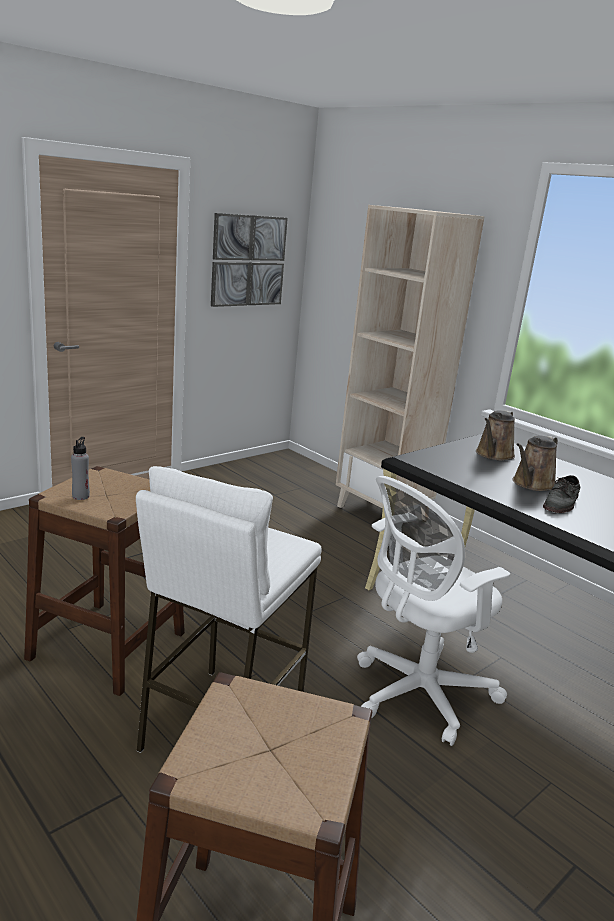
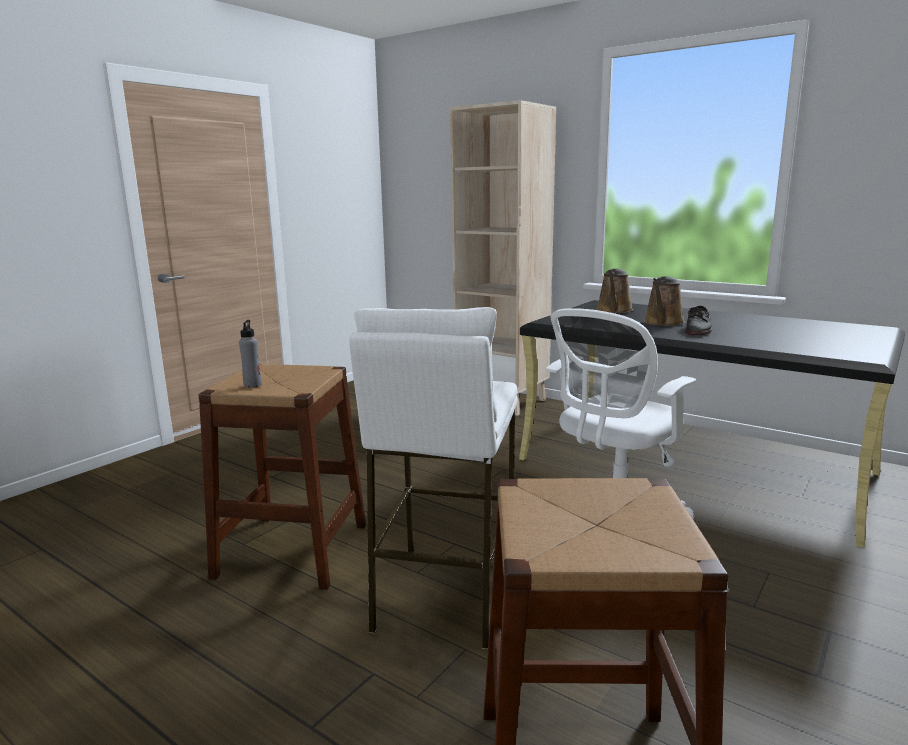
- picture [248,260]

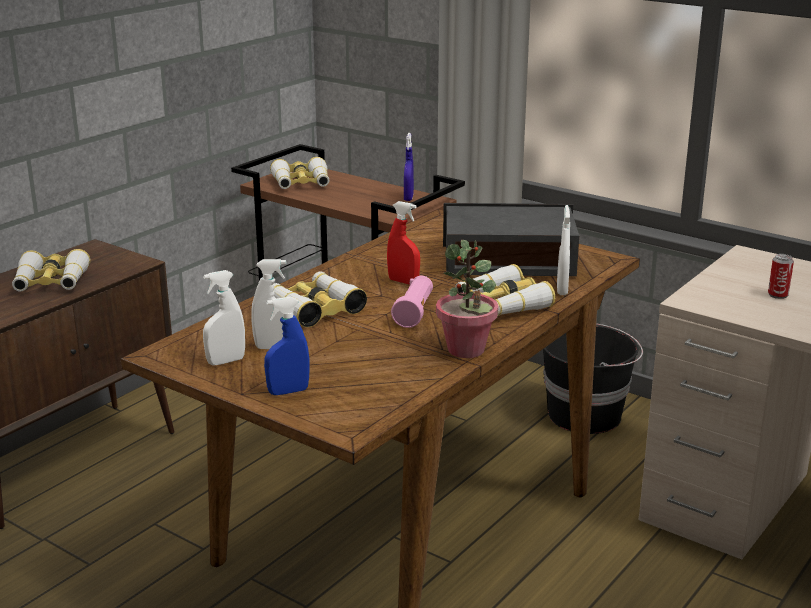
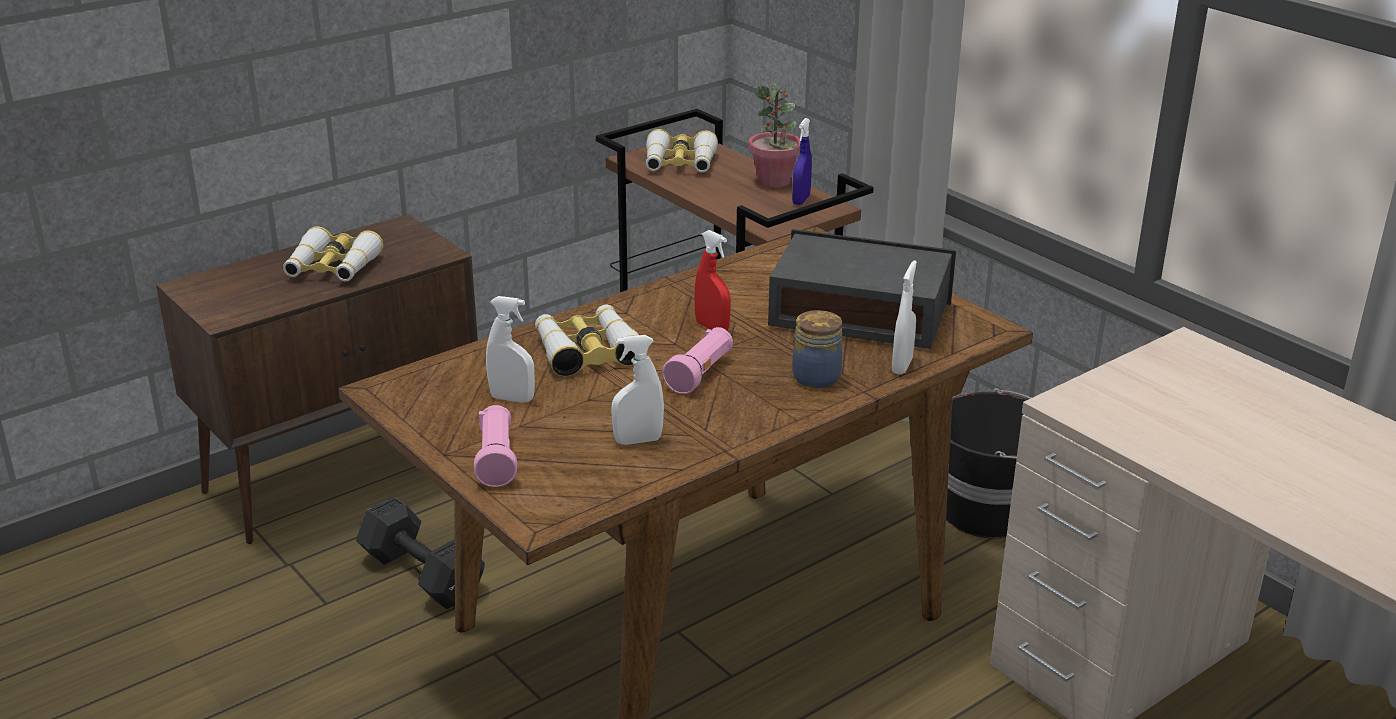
- can [778,295]
+ dumbbell (black) [421,573]
~ spray bottle (white) [226,361] to [638,440]
~ potted plant [466,349] to [774,181]
~ spray bottle (blue) [288,391] to flashlight (pink) [496,460]
~ binoculars [503,304] to jar [815,376]

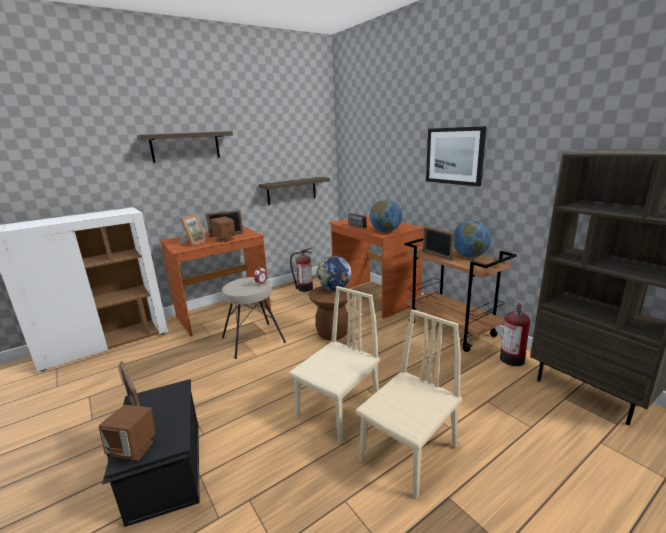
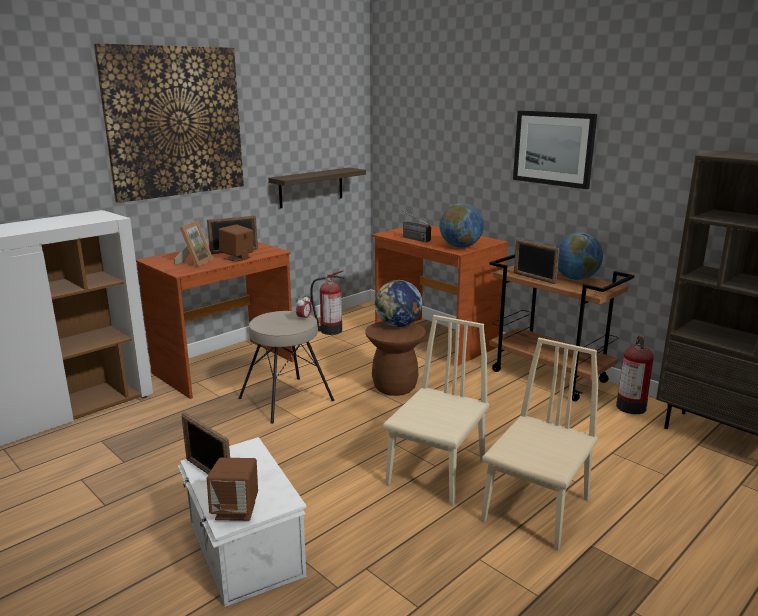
~ shelf [185,146] to picture [175,122]
~ storage box (black) [164,470] to storage box (white) [243,550]

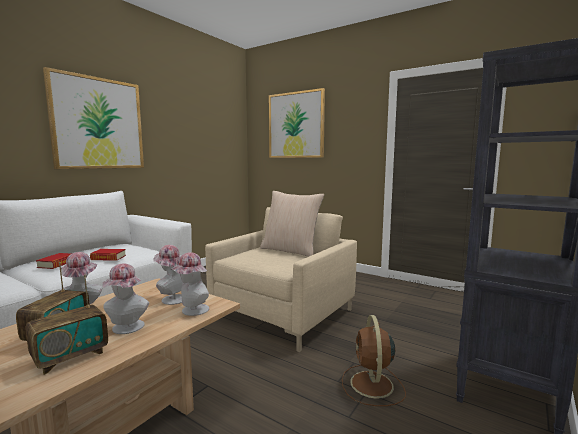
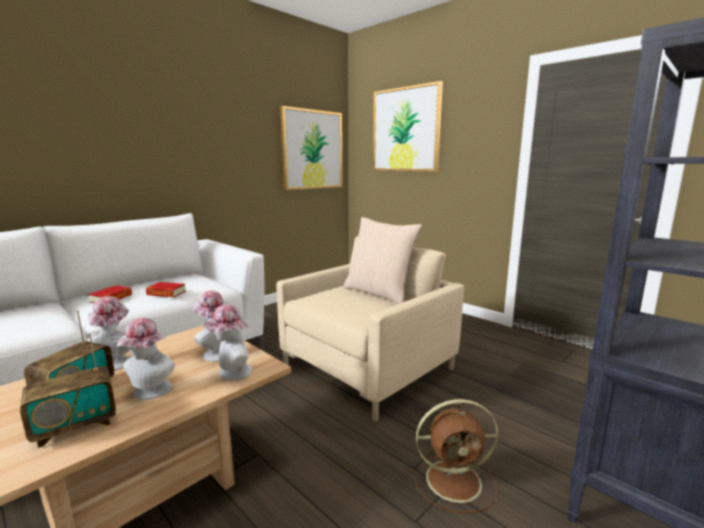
~ picture [98,123] to [312,150]
~ fan (brown) [372,385] = [456,480] 105 degrees counterclockwise

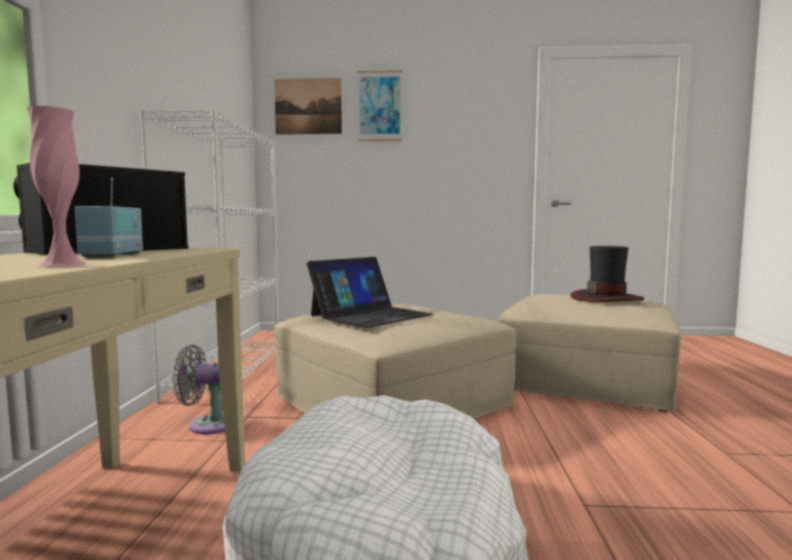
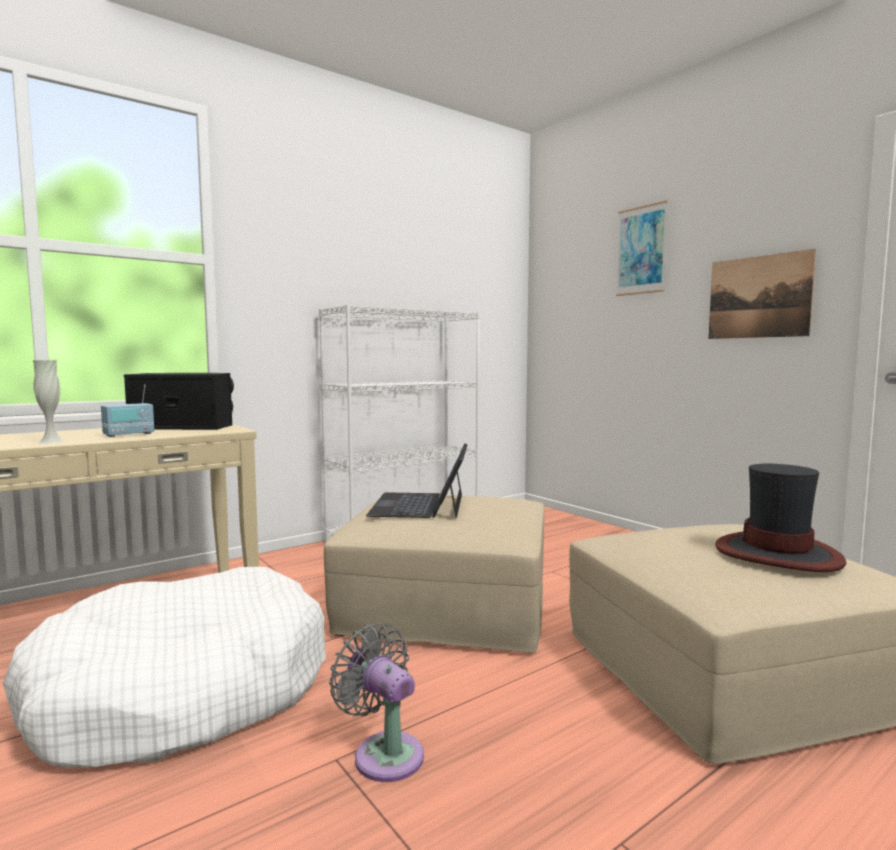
~ fan (grey) [207,425] to [384,753]
~ picture [308,106] to [758,297]
~ vase (pink) [62,264] to vase (white) [51,442]
~ laptop [371,315] = [420,505] 90 degrees clockwise

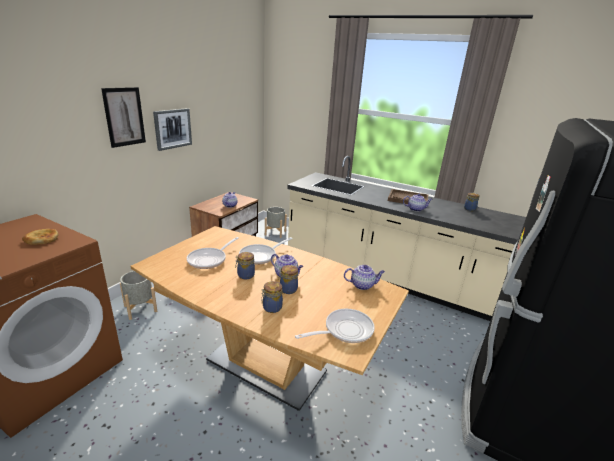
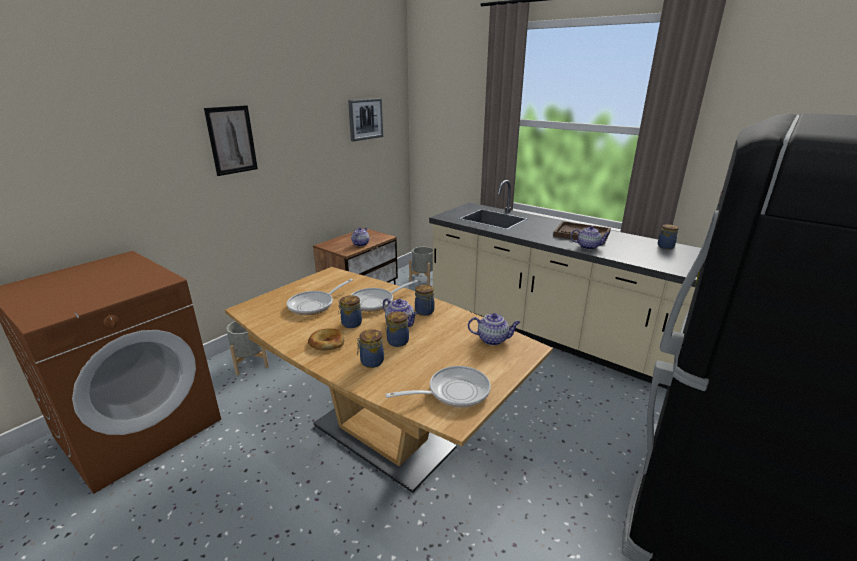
+ jar [425,312]
~ bread [41,239] to [326,342]
~ picture [172,128] to [365,119]

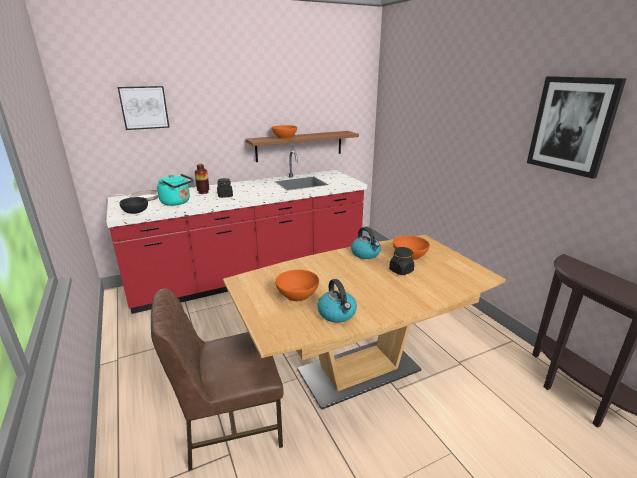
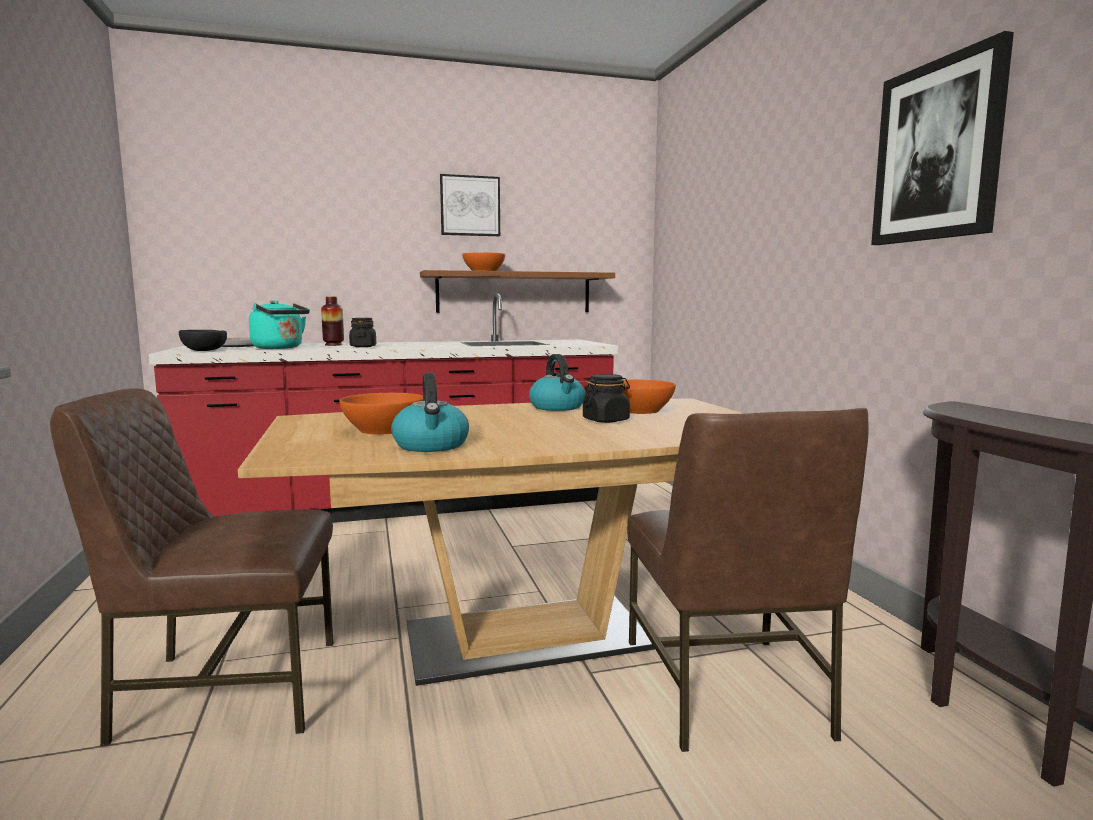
+ chair (brown) [727,692]
~ picture [144,107] to [470,206]

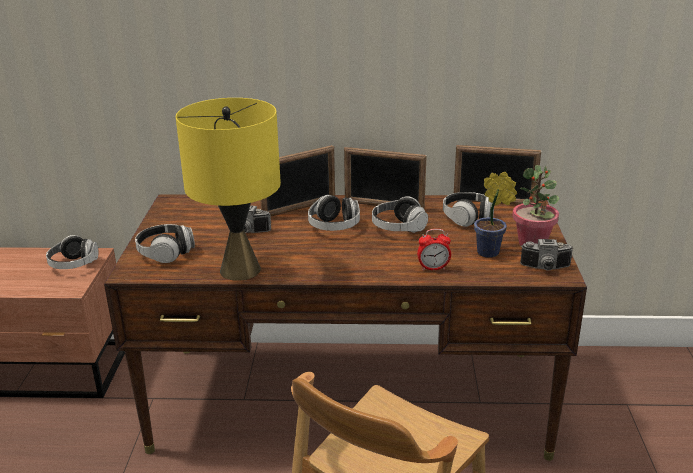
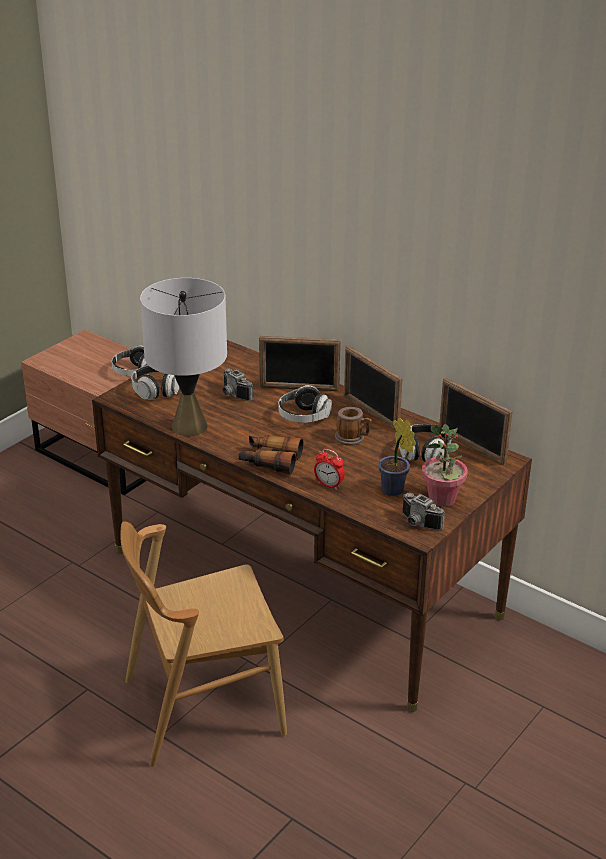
+ binoculars [270,461]
~ headphones [398,228] to mug [353,438]
~ table lamp (yellow) [239,270] to table lamp (grey) [189,426]

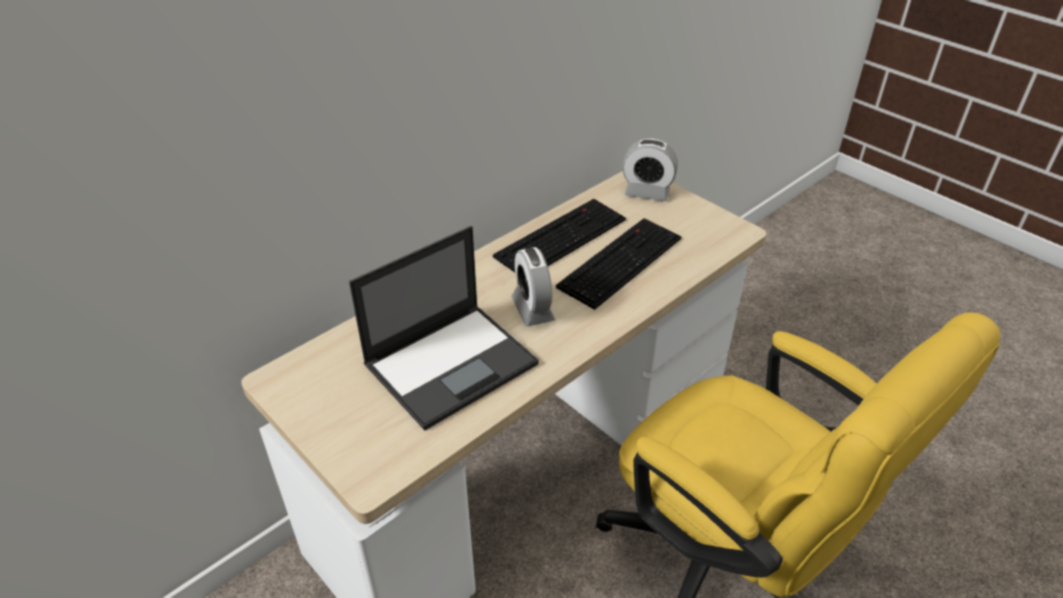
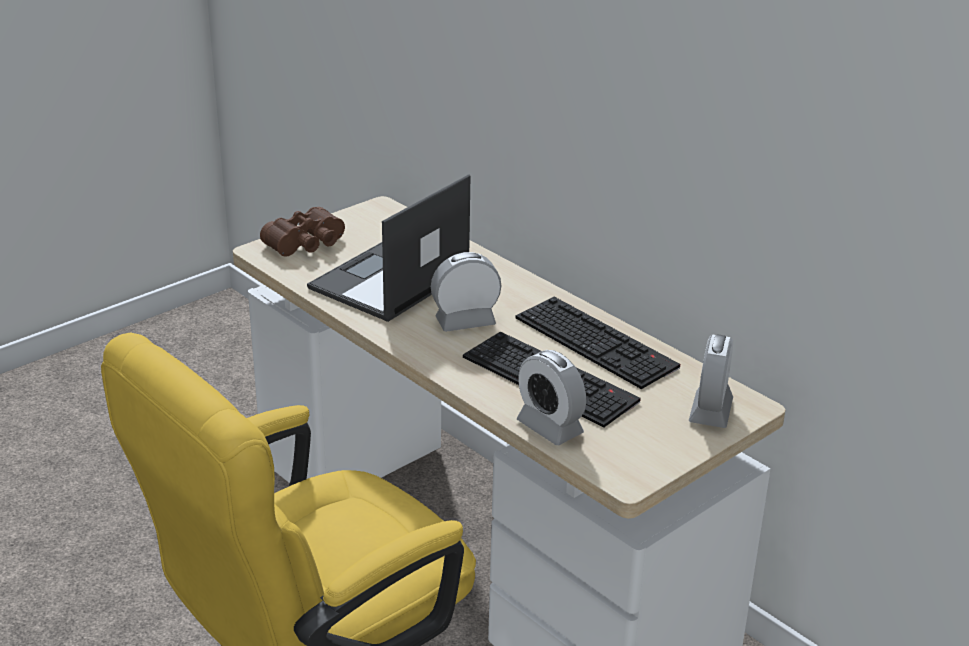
+ binoculars (brown) [308,245]
+ alarm clock [549,427]
~ laptop [452,363] = [389,280] 75 degrees clockwise

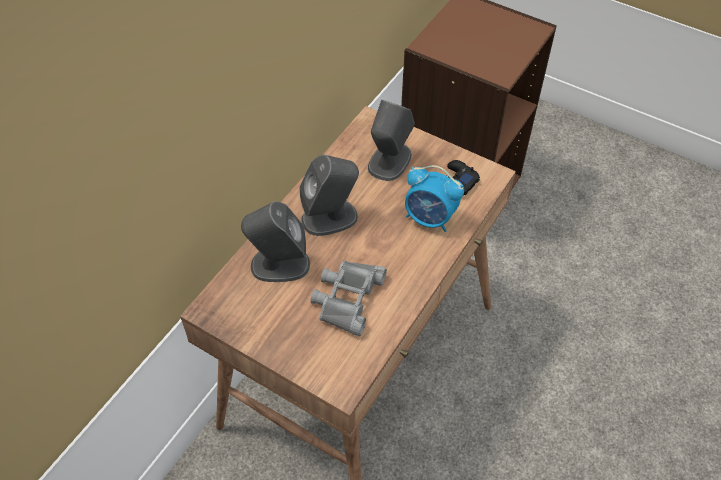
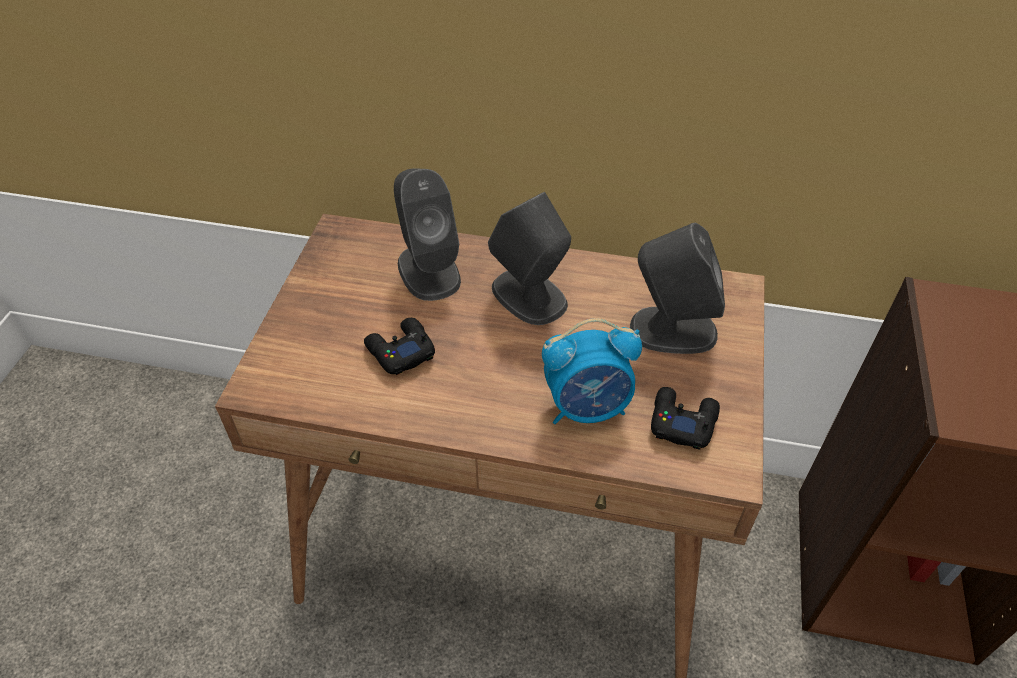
~ binoculars (grey) [347,298] to game controller (black) [400,351]
~ alarm clock [430,218] = [587,407] 105 degrees counterclockwise

